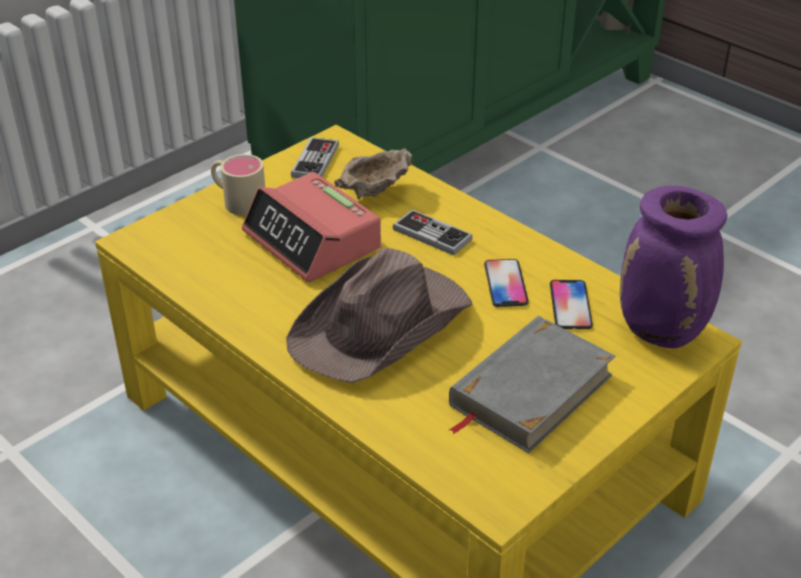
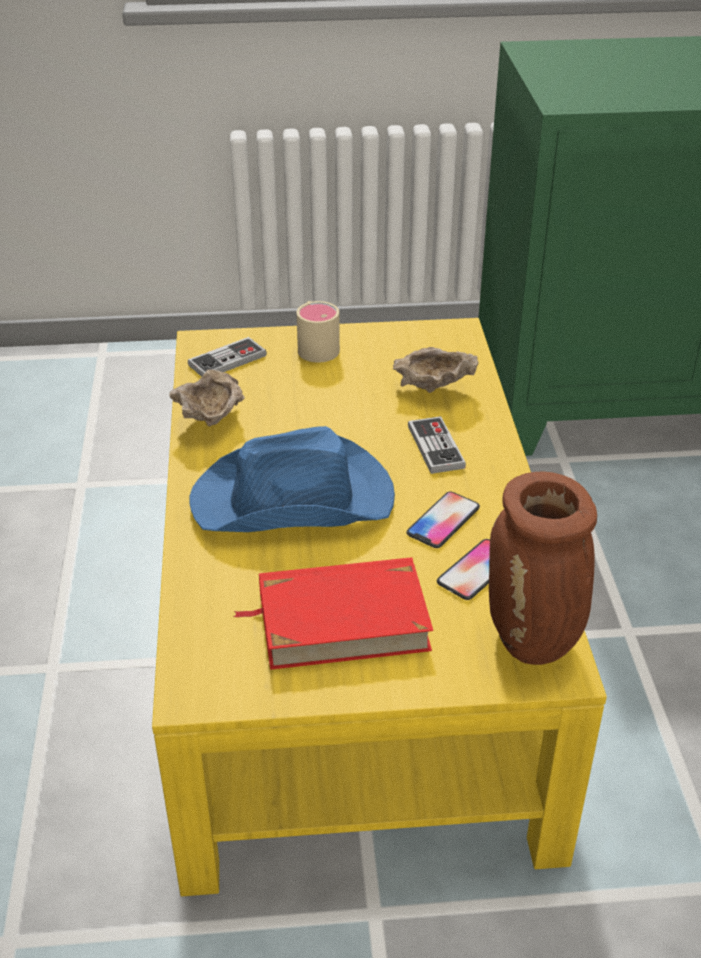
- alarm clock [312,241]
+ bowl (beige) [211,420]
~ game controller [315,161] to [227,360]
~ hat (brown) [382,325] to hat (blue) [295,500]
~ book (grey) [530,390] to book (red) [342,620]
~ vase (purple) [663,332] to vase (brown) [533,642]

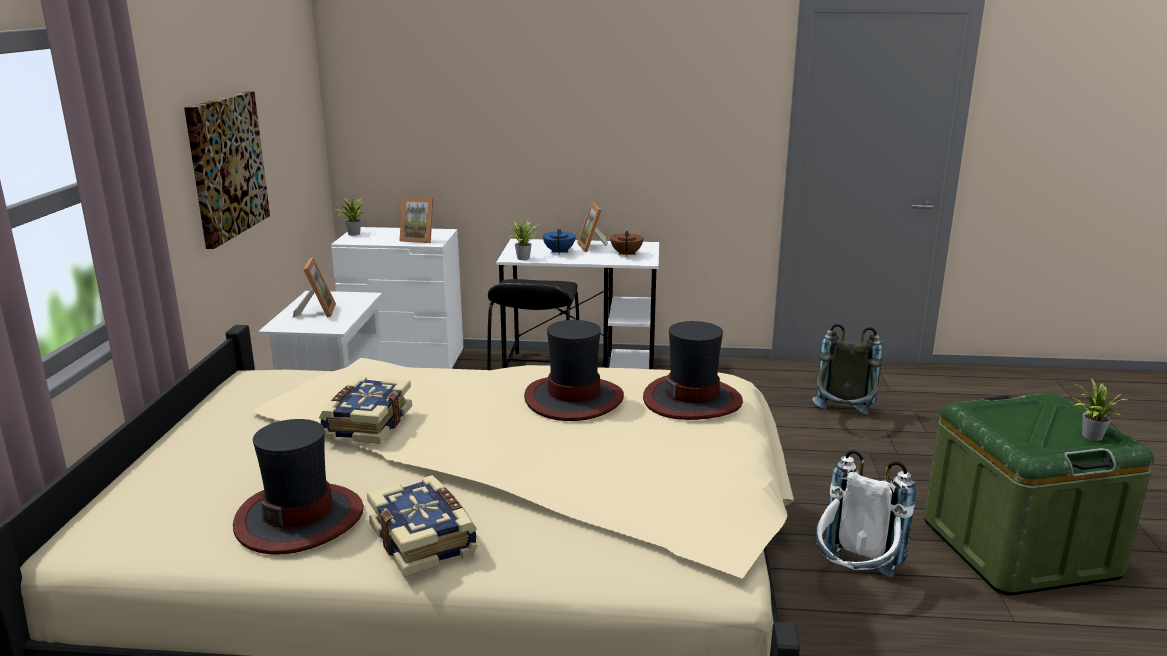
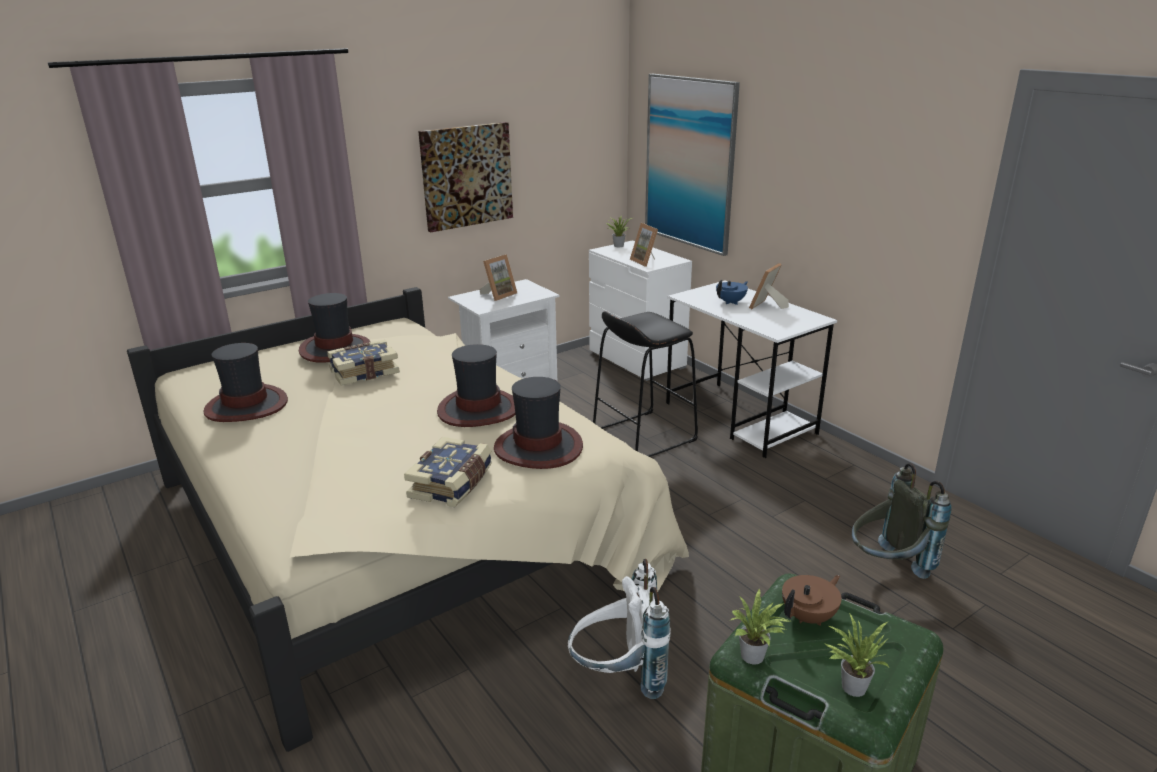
+ hat [335,349]
+ picture [689,163]
~ book [425,540] to [452,484]
~ potted plant [525,258] to [755,658]
~ teapot (brown) [626,254] to [809,616]

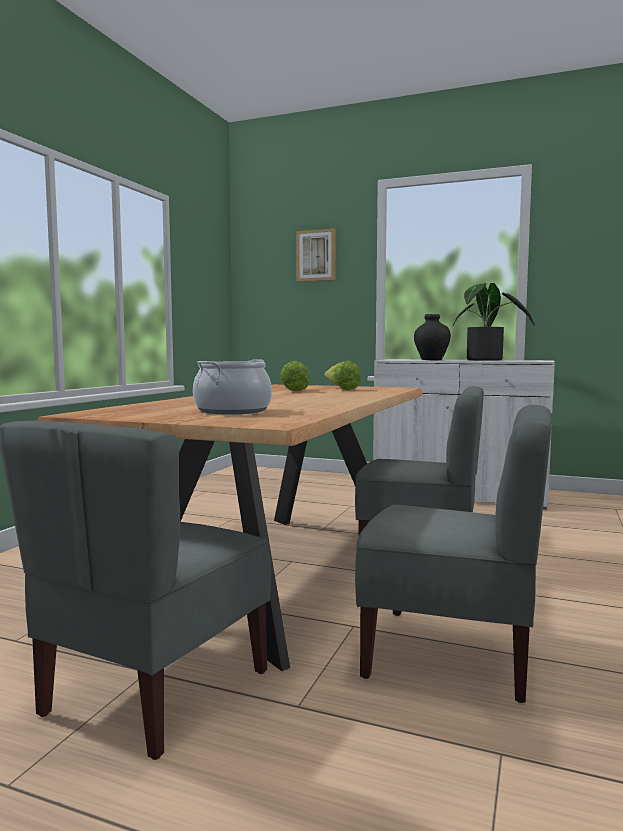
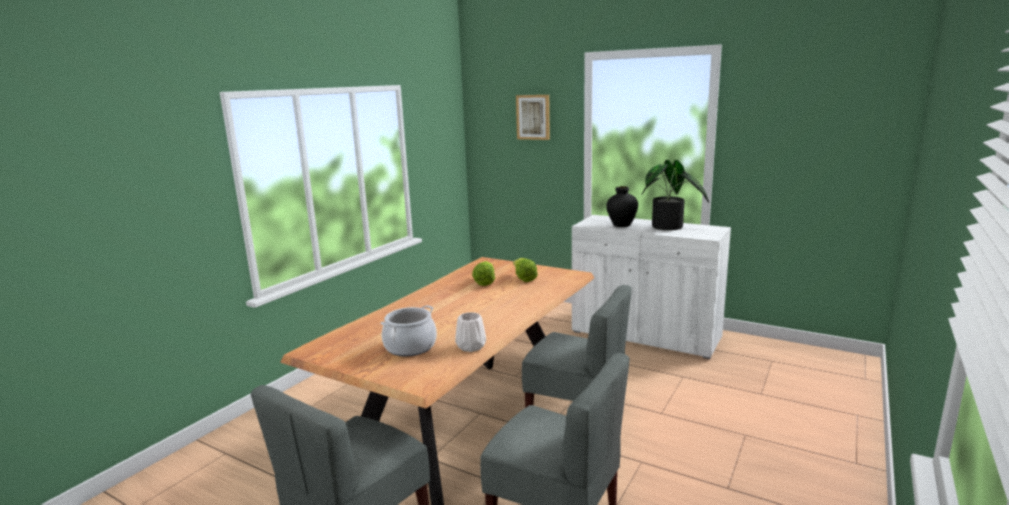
+ vase (white) [470,346]

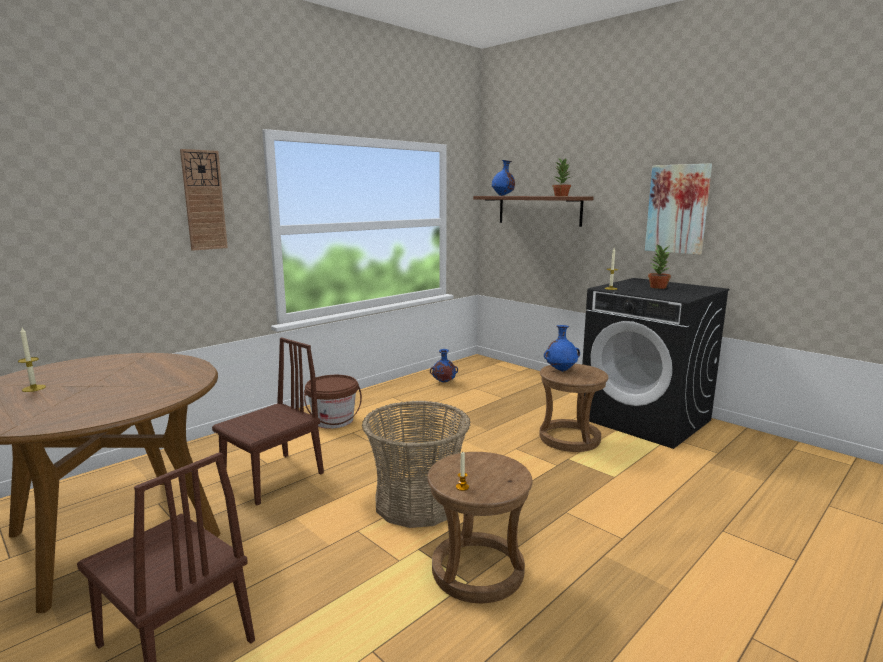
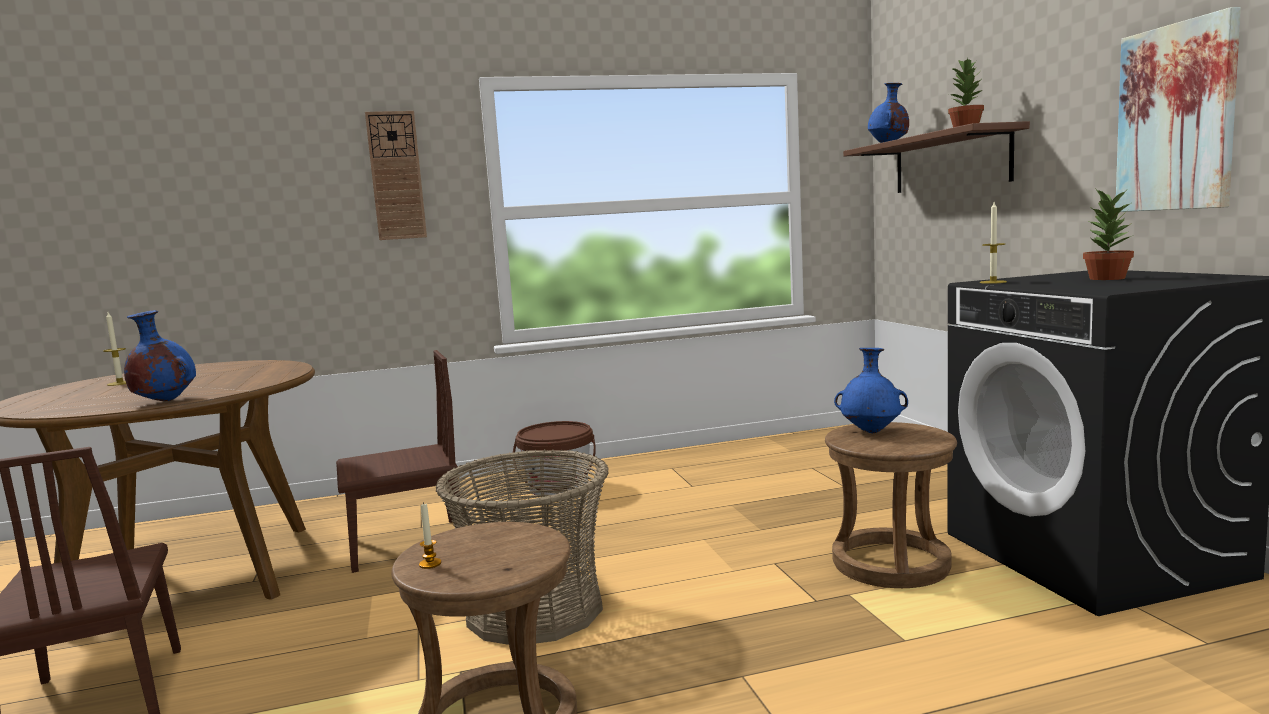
~ vase (blue) [443,382] to [164,402]

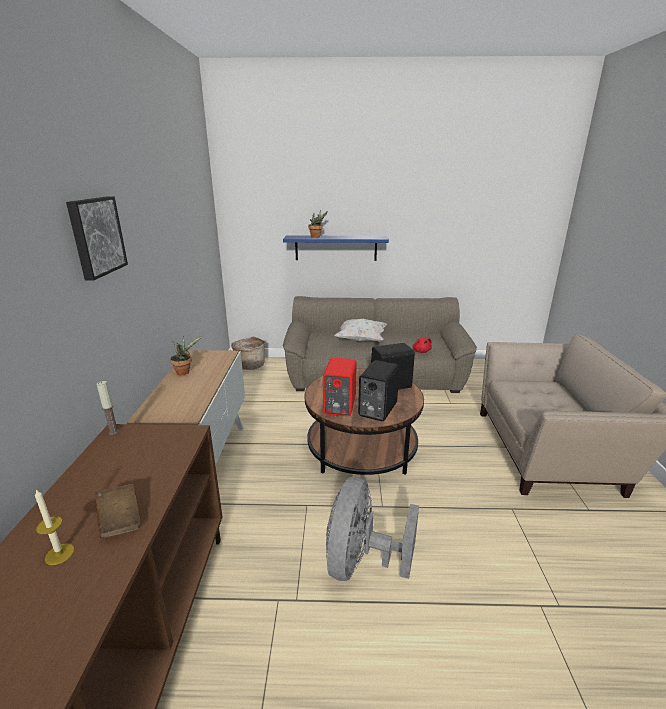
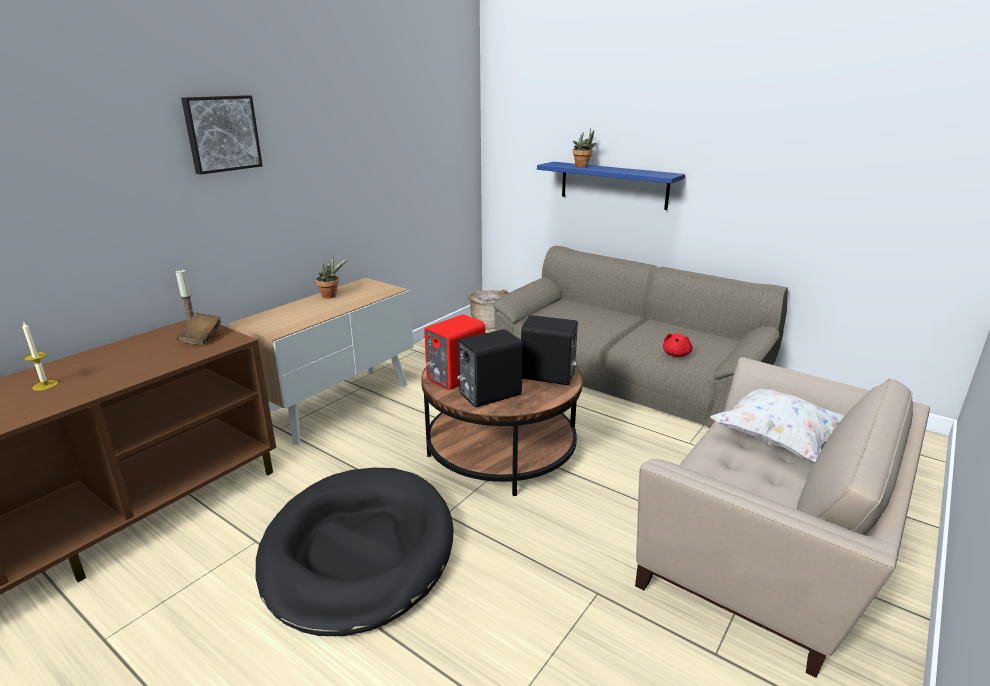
~ book (brown) [120,520] to [202,338]
~ pillow (white) [361,340] to [778,441]
~ fan (grey) [361,561] to dog bed (black) [359,551]

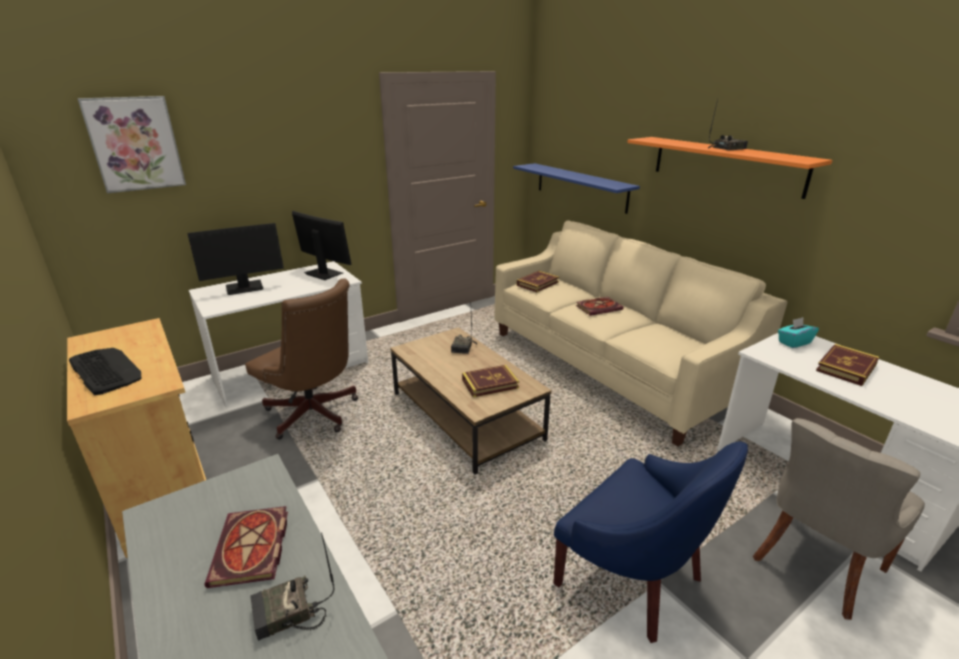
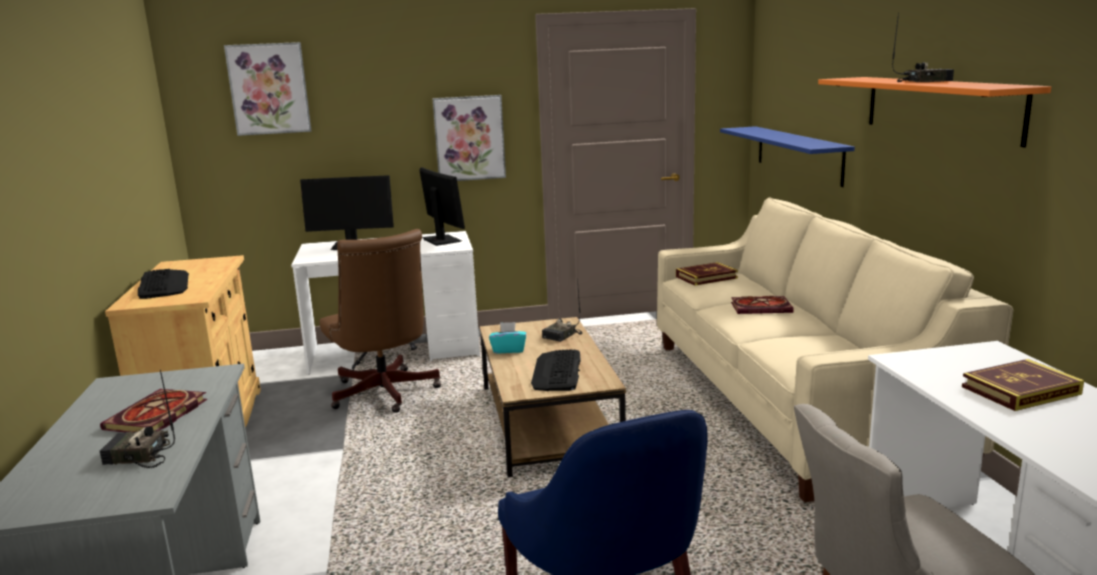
+ picture [469,138]
~ tissue box (turquoise) [794,342] to [508,350]
~ book [490,383] to keyboard [557,371]

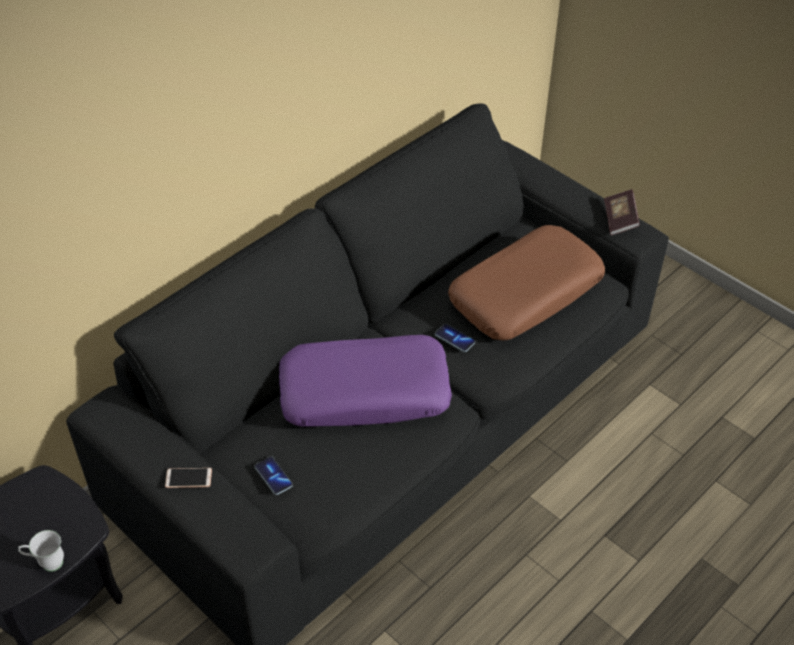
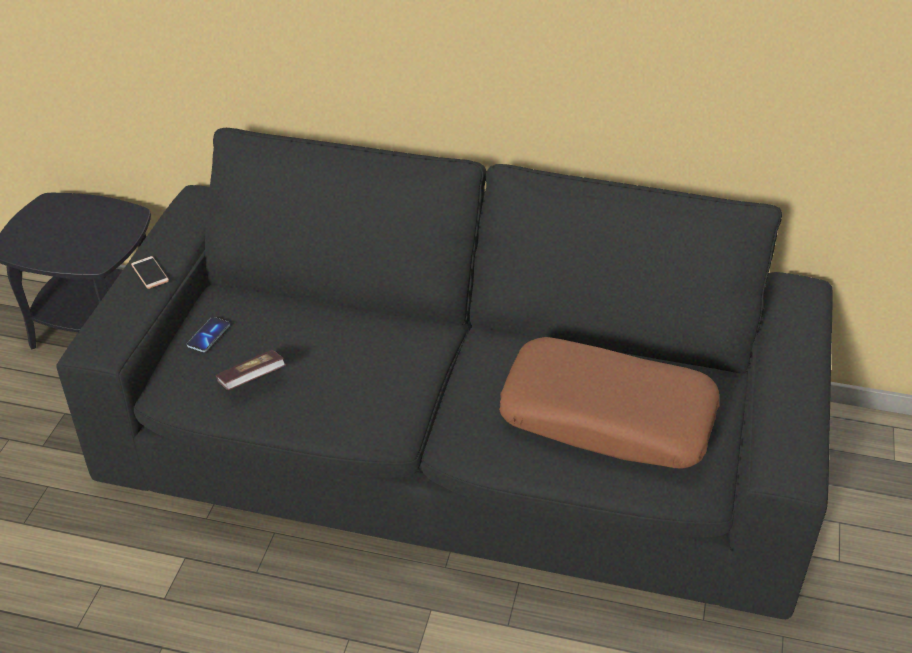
- mug (white) [47,563]
- pillow (purple) [365,392]
- phone [454,339]
~ book [620,220] to [252,380]

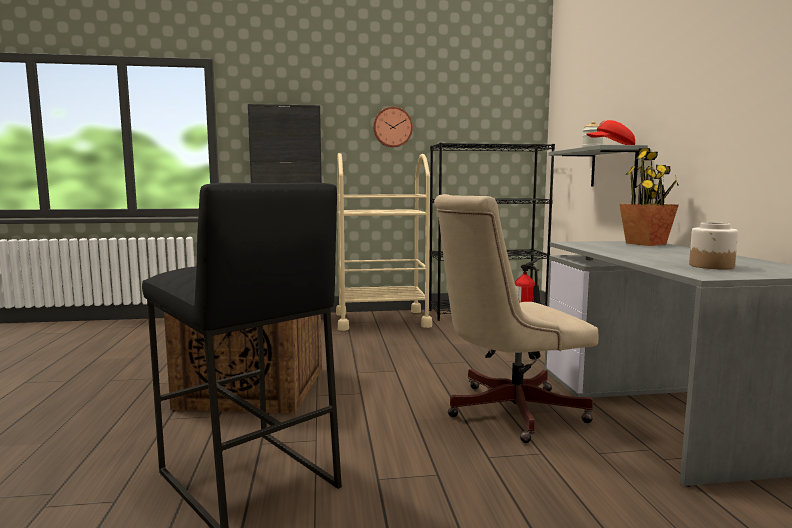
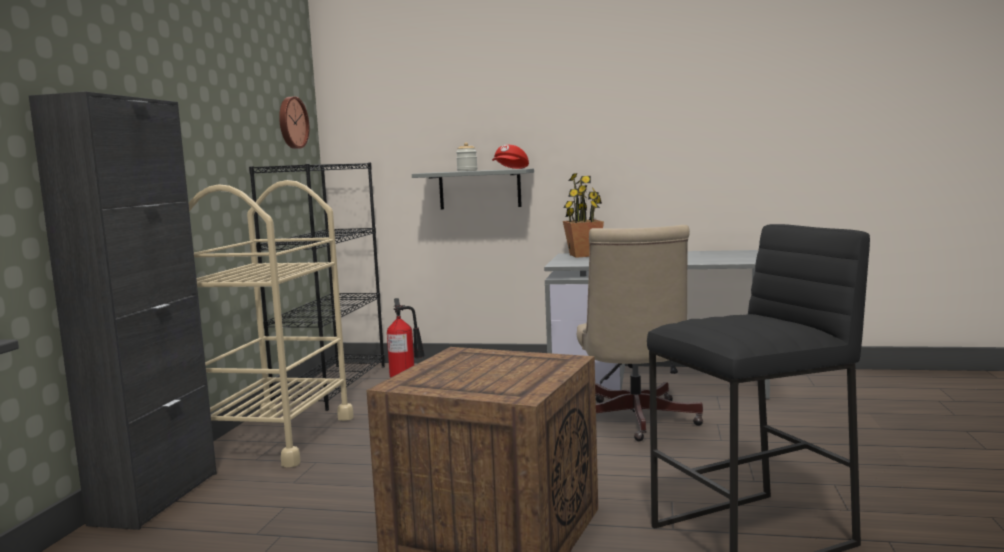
- jar [712,266]
~ wall clock [392,127] to [291,122]

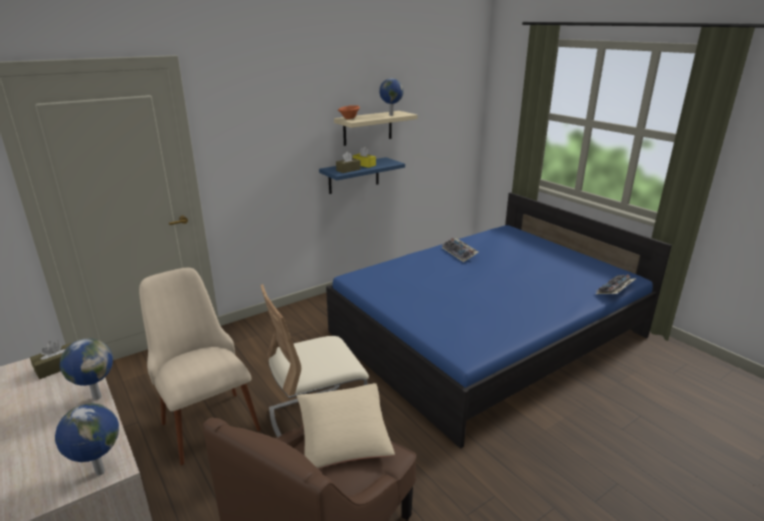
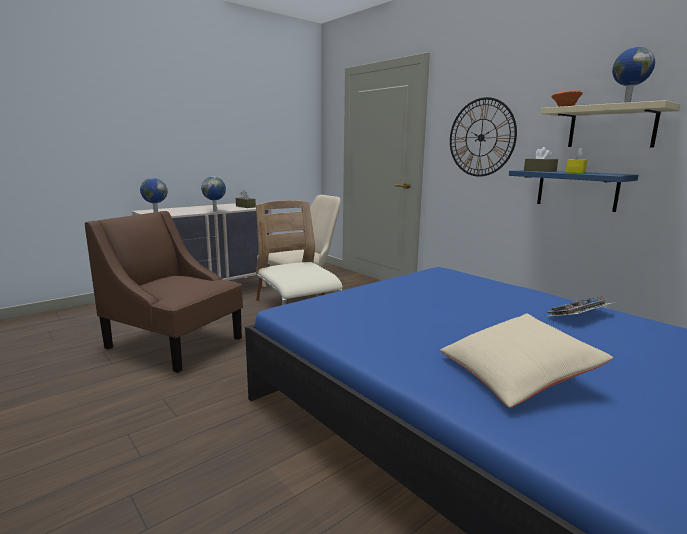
- keyboard [615,290]
+ wall clock [481,137]
~ pillow (beige) [344,437] to [516,375]

